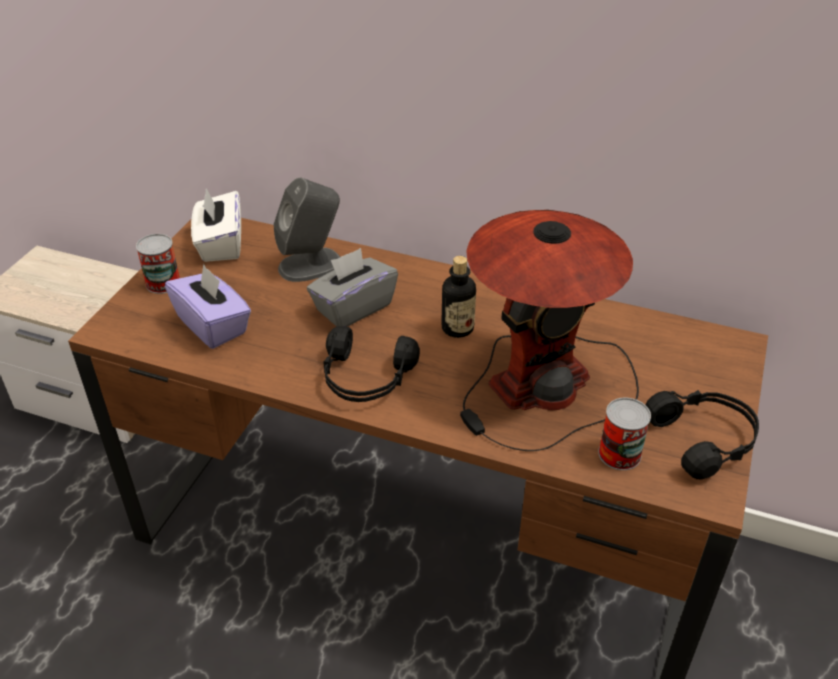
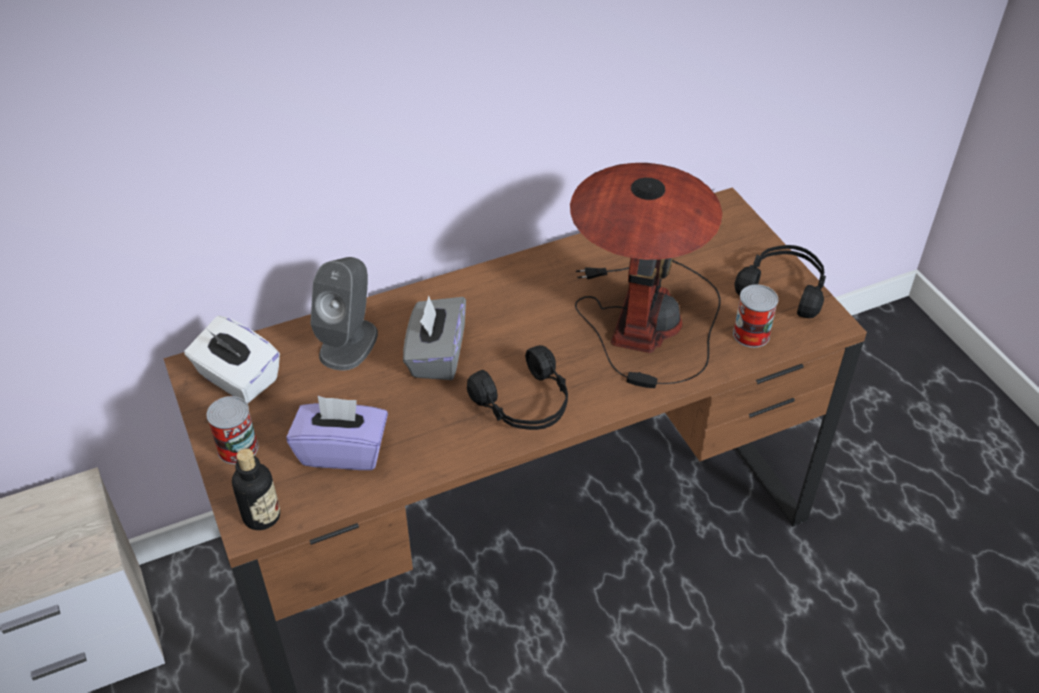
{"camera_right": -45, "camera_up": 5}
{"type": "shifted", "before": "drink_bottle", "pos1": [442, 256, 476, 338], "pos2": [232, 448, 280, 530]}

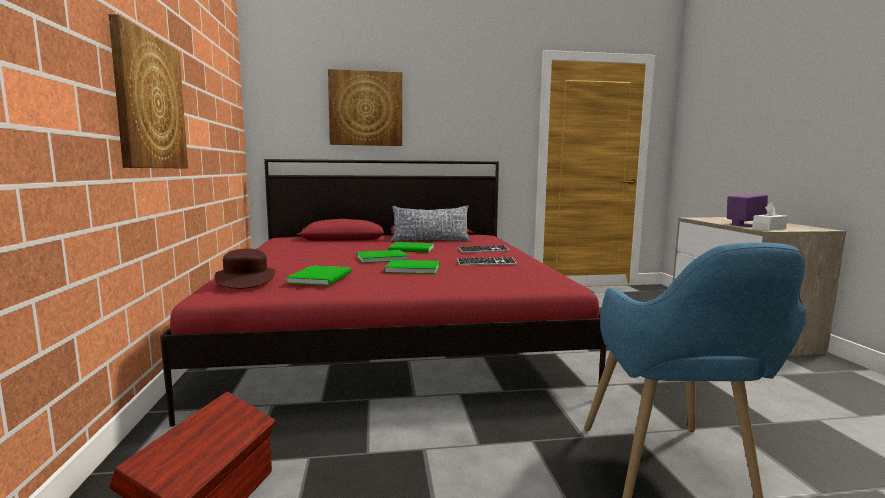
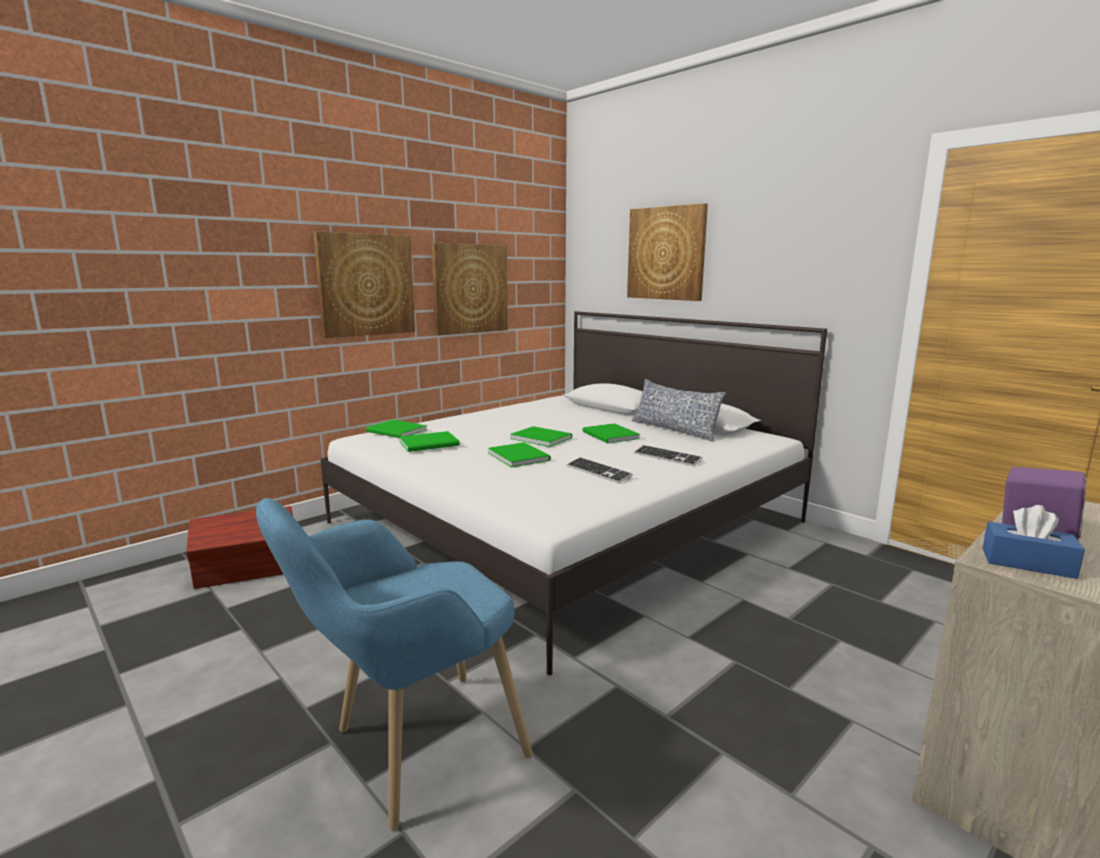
{"camera_right": 55, "camera_up": 5}
{"type": "repainted", "before": "red_sleeping_bed", "after": "whitish_sleeping_bed", "pos1": [160, 159, 606, 427], "pos2": [321, 311, 827, 675]}
{"type": "swapped", "before": "brown-coloured_hat", "after": "green_volume", "pos1": [215, 249, 275, 289], "pos2": [366, 420, 427, 438]}
{"type": "repainted", "before": "whitish_tissue_box", "after": "bluish_tissue_box", "pos1": [752, 203, 788, 231], "pos2": [983, 505, 1085, 579]}
{"type": "new", "after": "wall_art", "pos2": [431, 243, 508, 335]}

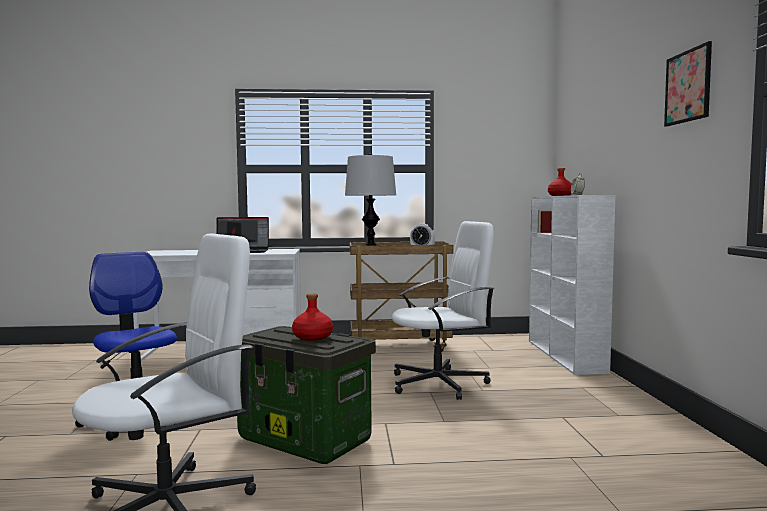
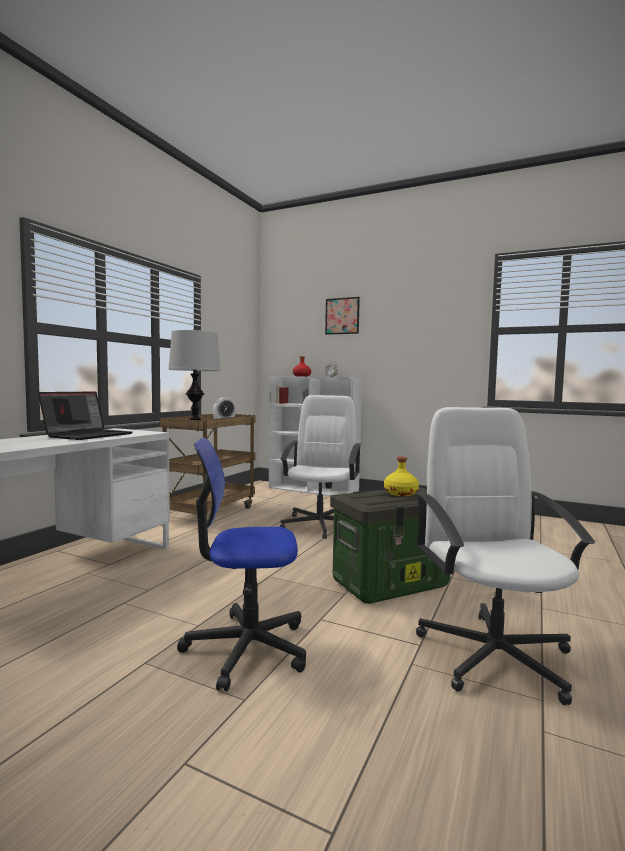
{"camera_right": -60, "camera_up": 0}
{"type": "repainted", "before": "red_drink_bottle", "after": "yellowish_drink_bottle", "pos1": [292, 293, 333, 341], "pos2": [384, 456, 419, 496]}
{"type": "shifted", "before": "wall_art", "pos1": [664, 41, 712, 126], "pos2": [325, 297, 360, 335]}

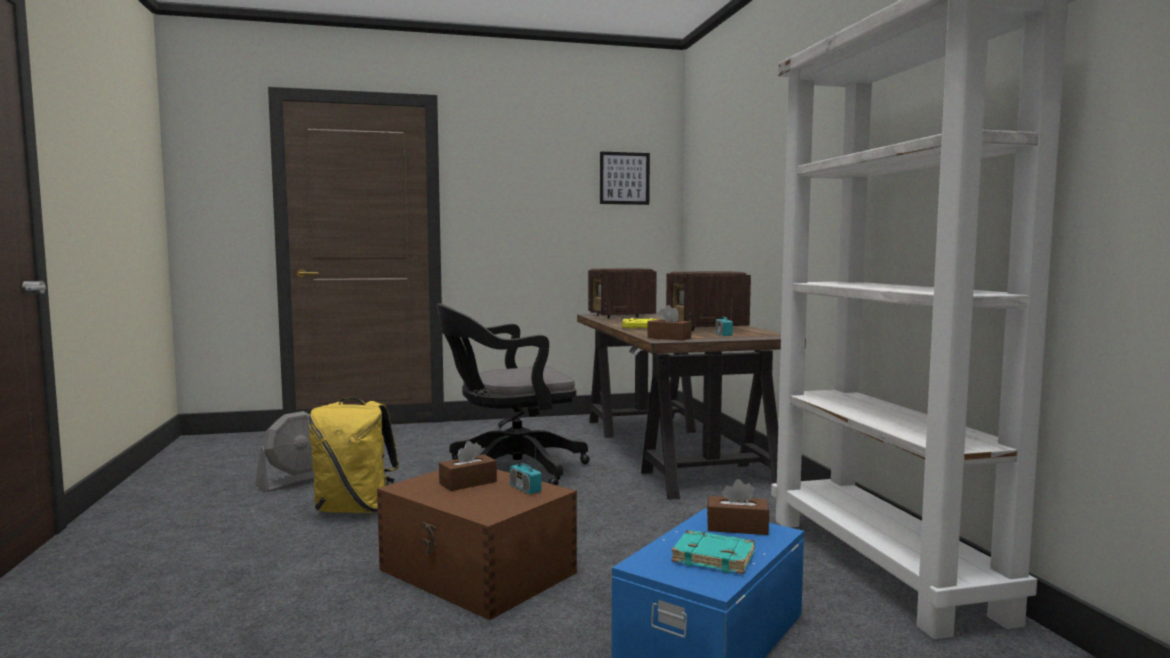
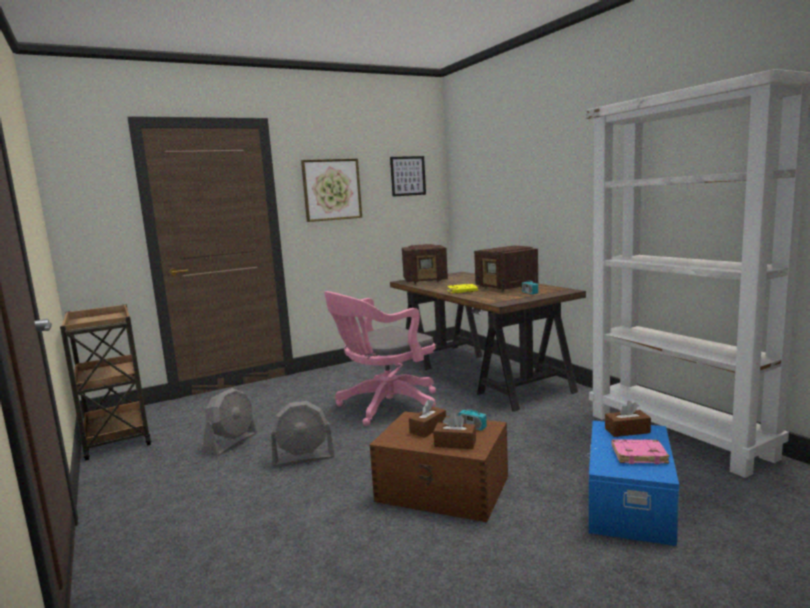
{"camera_right": -15, "camera_up": 5}
{"type": "swapped", "before": "yellowish_rucksack", "after": "gray_electric_fan", "pos1": [308, 398, 399, 513], "pos2": [271, 401, 335, 467]}
{"type": "repainted", "before": "black_desk_chair", "after": "pinkish_desk_chair", "pos1": [436, 303, 590, 486], "pos2": [324, 291, 436, 426]}
{"type": "rotated", "before": "radio", "pos1": [588, 268, 657, 318], "pos2": [402, 244, 448, 284], "turn": -60}
{"type": "shifted", "before": "brown-coloured_tissue_box", "pos1": [647, 305, 691, 341], "pos2": [433, 412, 476, 449]}
{"type": "repainted", "before": "turquoise_volume", "after": "pinkish_volume", "pos1": [671, 530, 755, 574], "pos2": [612, 439, 670, 464]}
{"type": "new", "after": "brown-coloured_cart", "pos2": [60, 304, 151, 461]}
{"type": "new", "after": "wall_art", "pos2": [301, 159, 362, 222]}

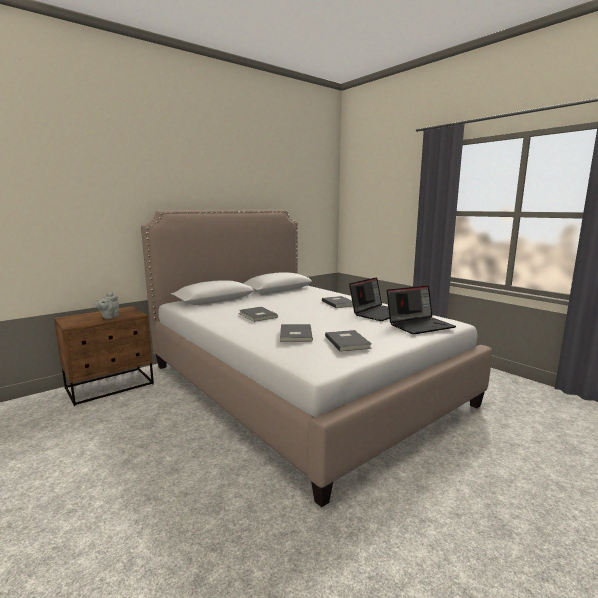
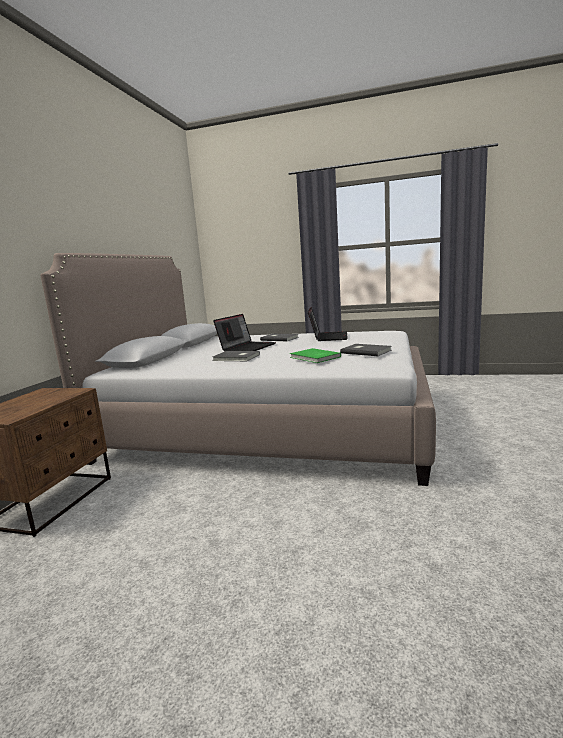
{"camera_right": -35, "camera_up": 0}
{"type": "gone", "before": "gray_tea_pot", "pos1": [95, 292, 119, 319]}
{"type": "repainted", "before": "gray_volume", "after": "green_volume", "pos1": [280, 324, 313, 342], "pos2": [290, 348, 341, 363]}
{"type": "shifted", "before": "laptop", "pos1": [387, 285, 456, 334], "pos2": [213, 314, 276, 352]}

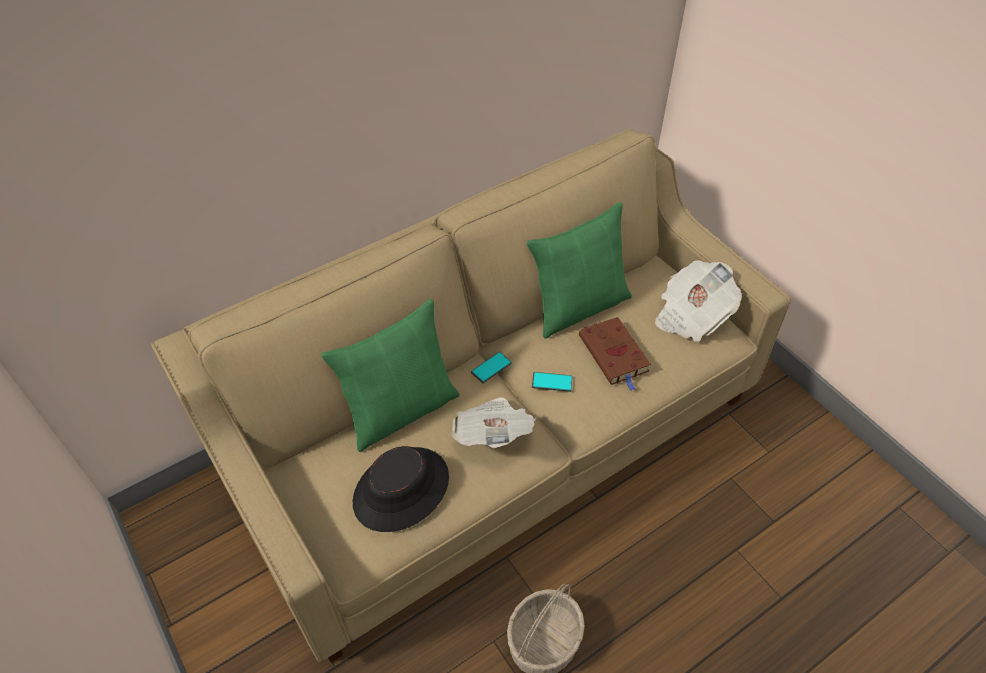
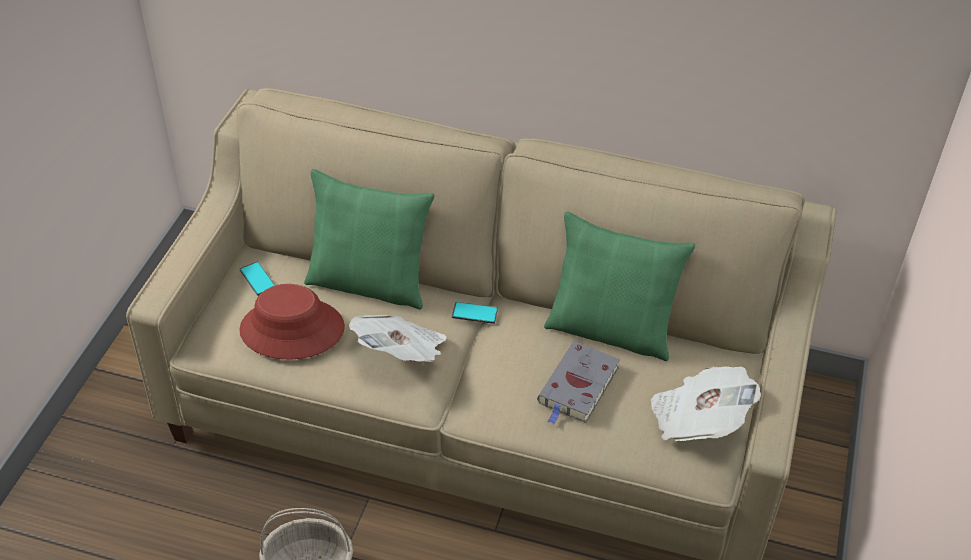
{"camera_right": 50, "camera_up": -5}
{"type": "repainted", "before": "black_hat", "after": "red_hat", "pos1": [353, 446, 449, 532], "pos2": [240, 284, 345, 360]}
{"type": "shifted", "before": "telephone", "pos1": [532, 372, 572, 392], "pos2": [240, 261, 275, 296]}
{"type": "repainted", "before": "brown-coloured_volume", "after": "gray_volume", "pos1": [579, 317, 651, 391], "pos2": [537, 341, 620, 425]}

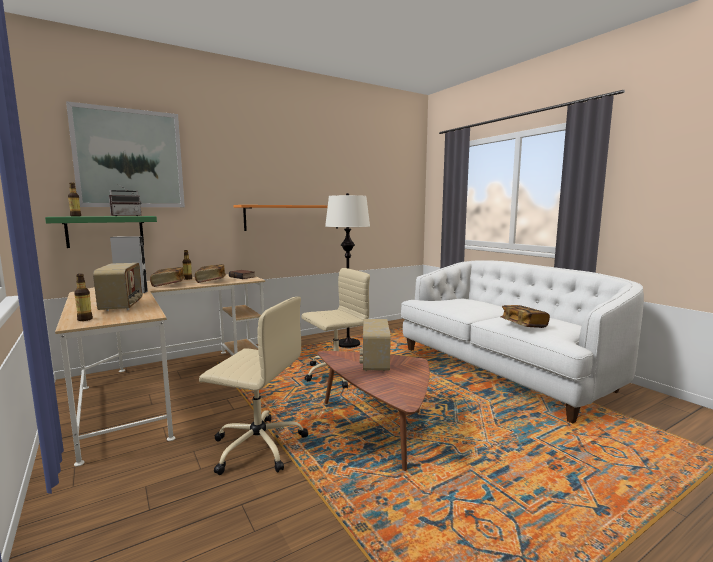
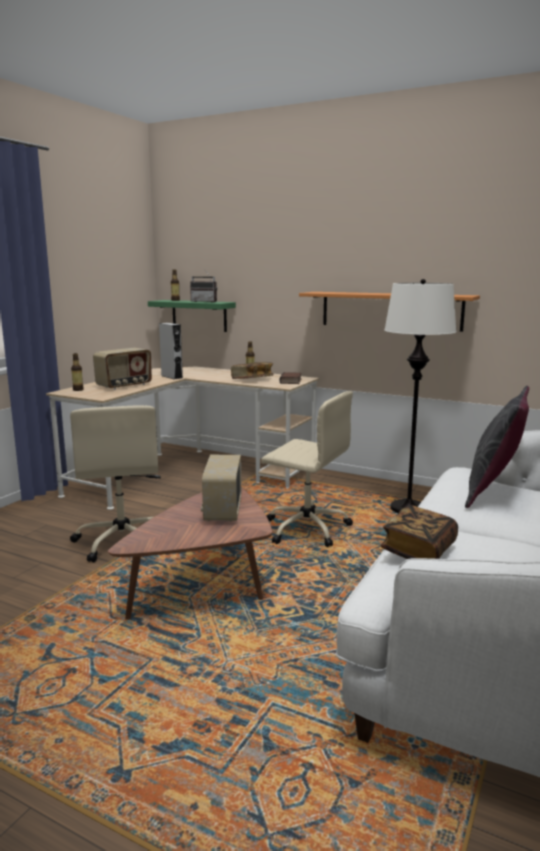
{"camera_right": 60, "camera_up": 5}
{"type": "gone", "before": "wall_art", "pos1": [66, 101, 185, 207]}
{"type": "gone", "before": "volume", "pos1": [150, 267, 185, 287]}
{"type": "rotated", "before": "radio", "pos1": [360, 319, 390, 371], "pos2": [201, 455, 241, 522], "turn": -60}
{"type": "new", "after": "gray_throw_pillow", "pos2": [465, 386, 529, 508]}

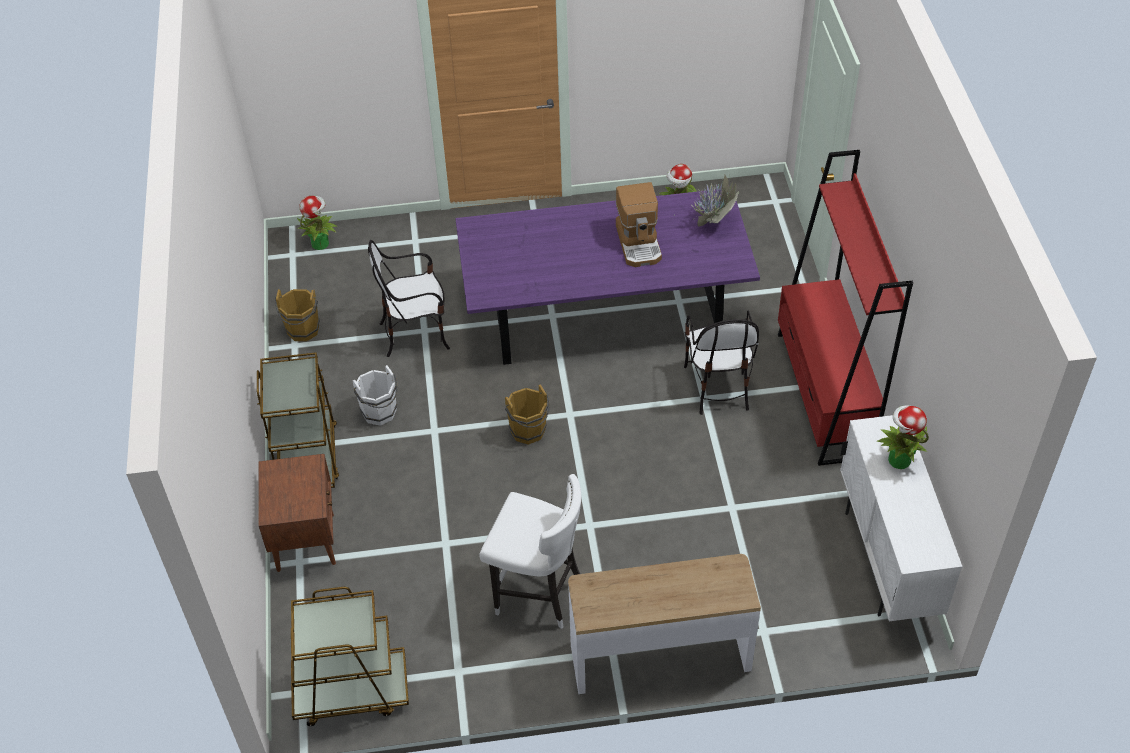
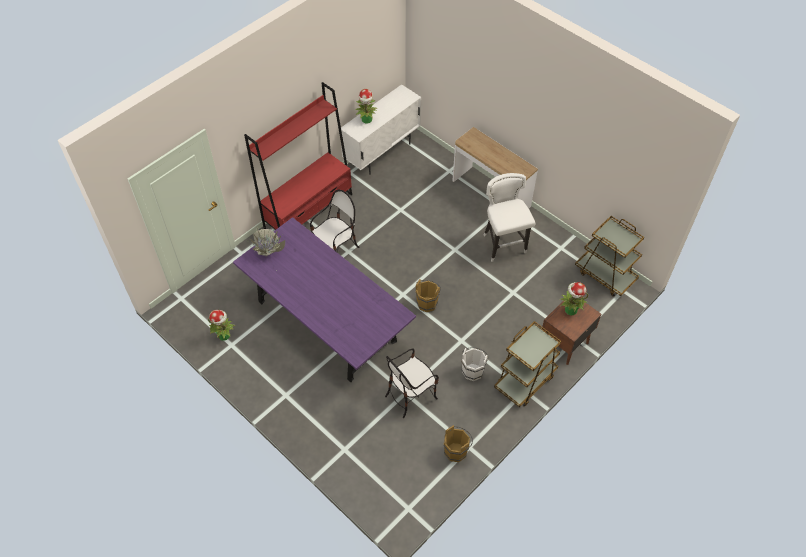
{"camera_right": -130, "camera_up": 5}
{"type": "shifted", "before": "houseplant", "pos1": [297, 196, 338, 250], "pos2": [560, 282, 588, 315]}
{"type": "rotated", "before": "upright_chair", "pos1": [368, 240, 450, 357], "pos2": [385, 348, 439, 418], "turn": 105}
{"type": "gone", "before": "coffee_maker", "pos1": [616, 182, 662, 267]}

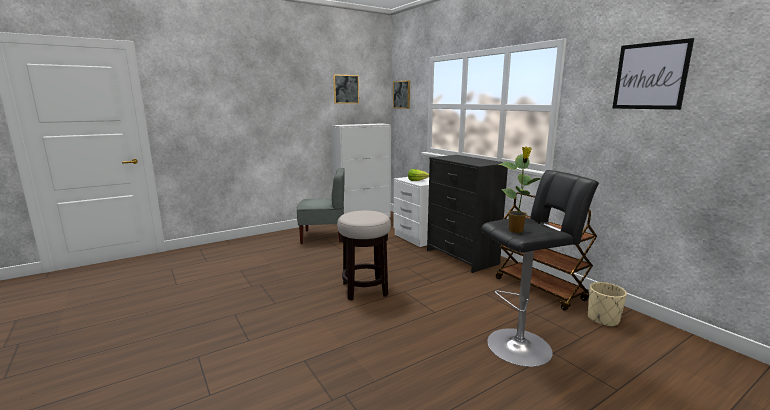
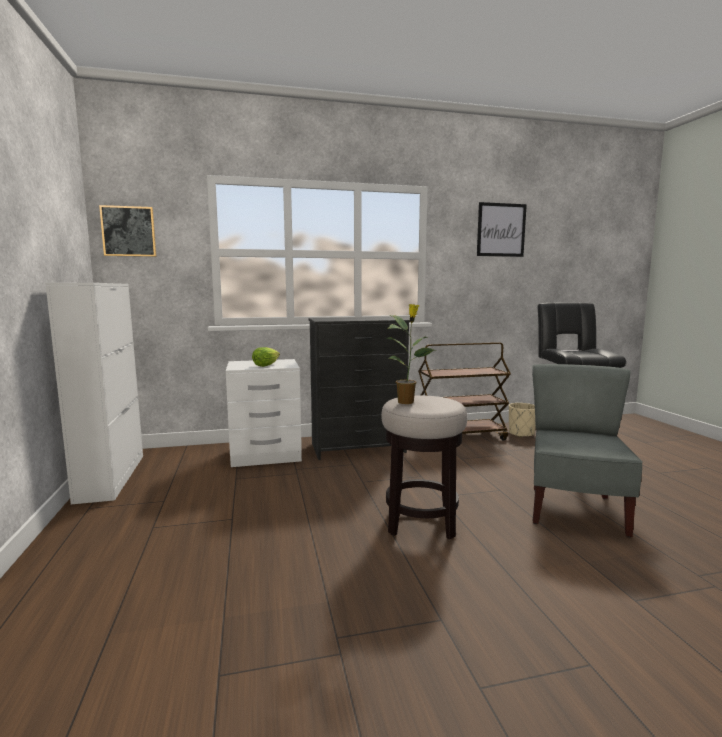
{"camera_right": -70, "camera_up": -5}
{"type": "shifted", "before": "gray_upright_chair", "pos1": [297, 168, 345, 244], "pos2": [532, 364, 643, 537]}
{"type": "gone", "before": "wall_art", "pos1": [333, 74, 359, 104]}
{"type": "shifted", "before": "houseplant", "pos1": [498, 147, 545, 233], "pos2": [386, 304, 437, 404]}

